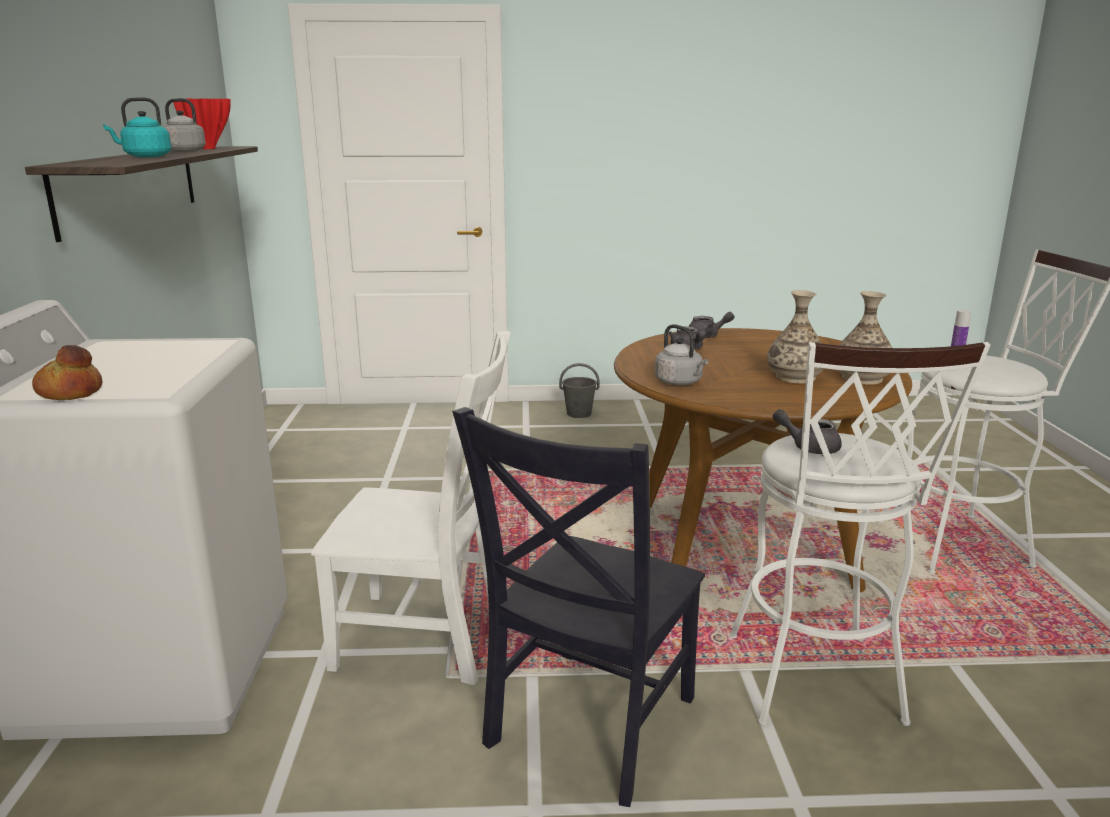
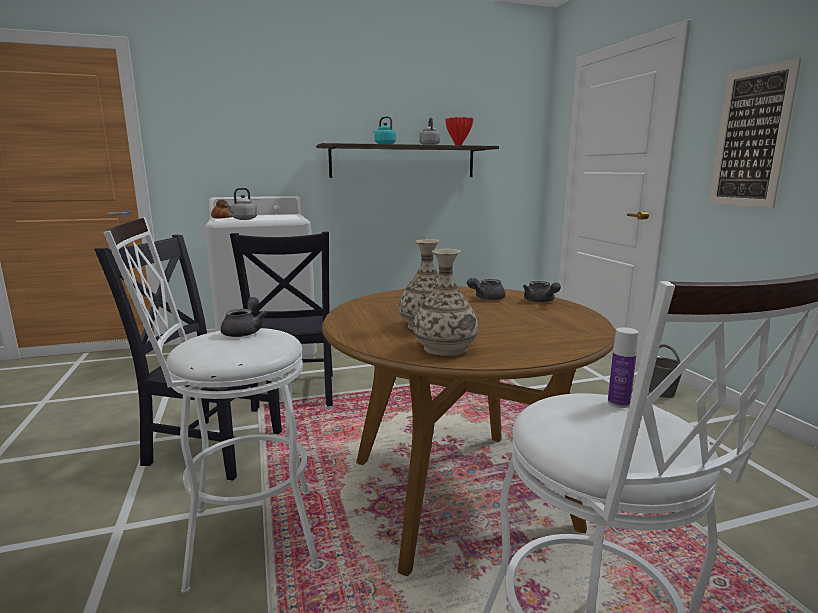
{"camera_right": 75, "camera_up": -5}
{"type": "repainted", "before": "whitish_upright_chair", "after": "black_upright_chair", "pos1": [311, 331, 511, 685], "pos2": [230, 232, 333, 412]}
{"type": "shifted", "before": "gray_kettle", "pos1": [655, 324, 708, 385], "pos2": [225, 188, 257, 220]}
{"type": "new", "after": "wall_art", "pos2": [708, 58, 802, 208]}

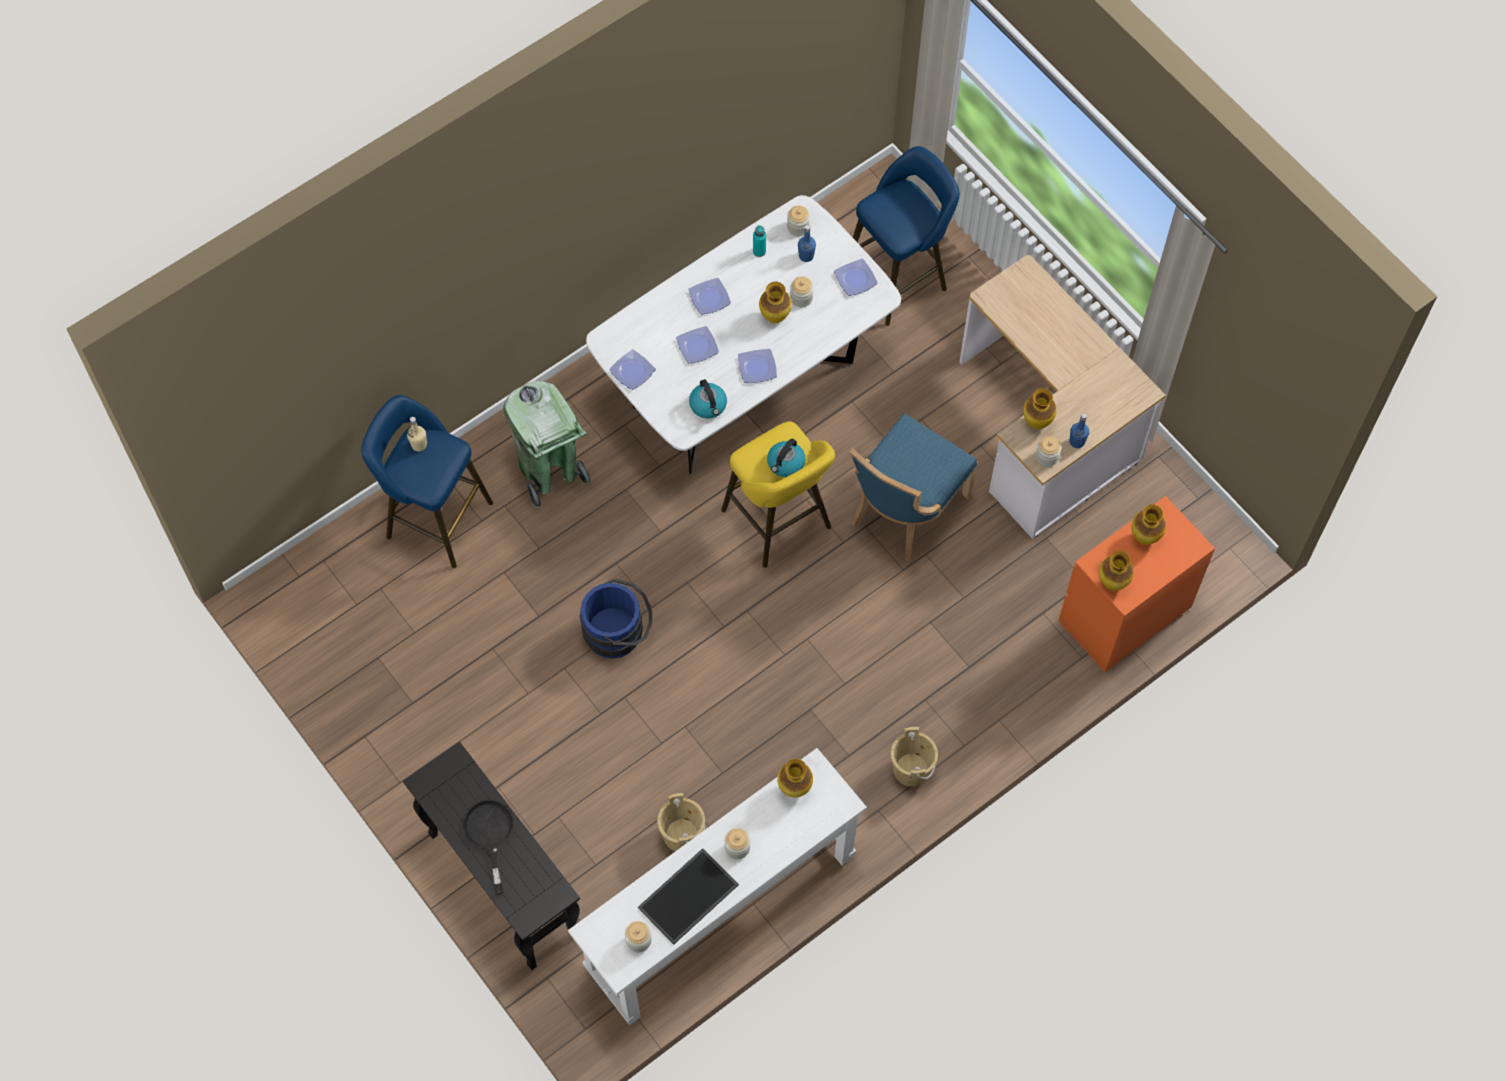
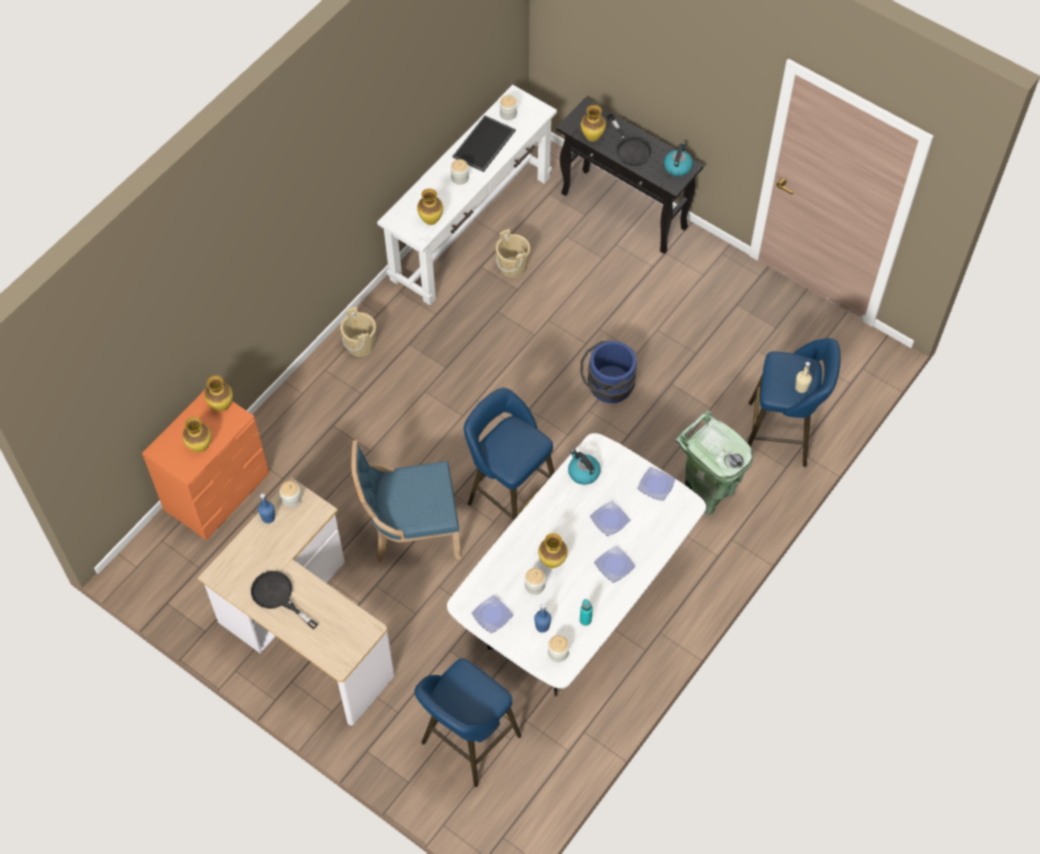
{"camera_right": 165, "camera_up": -5}
{"type": "repainted", "before": "yellowish_stool", "after": "bluish_stool", "pos1": [721, 421, 835, 568], "pos2": [464, 388, 555, 521]}
{"type": "gone", "before": "plate", "pos1": [738, 349, 777, 383]}
{"type": "shifted", "before": "kettle", "pos1": [767, 439, 805, 477], "pos2": [664, 143, 693, 176]}
{"type": "rotated", "before": "bluish_upright_chair", "pos1": [850, 414, 977, 561], "pos2": [351, 440, 462, 563], "turn": -120}
{"type": "shifted", "before": "flower_vase", "pos1": [1023, 388, 1057, 429], "pos2": [581, 105, 606, 142]}
{"type": "new", "after": "black_pan", "pos2": [251, 571, 318, 629]}

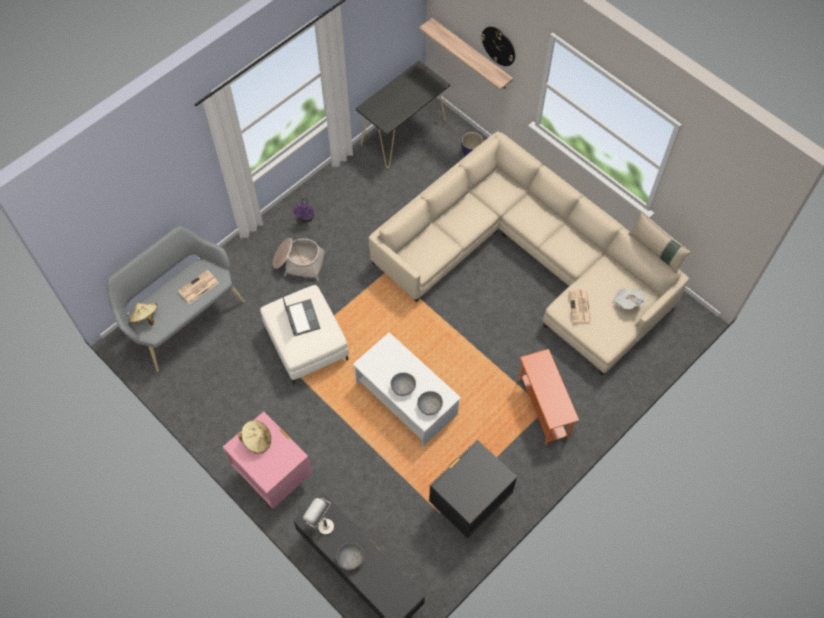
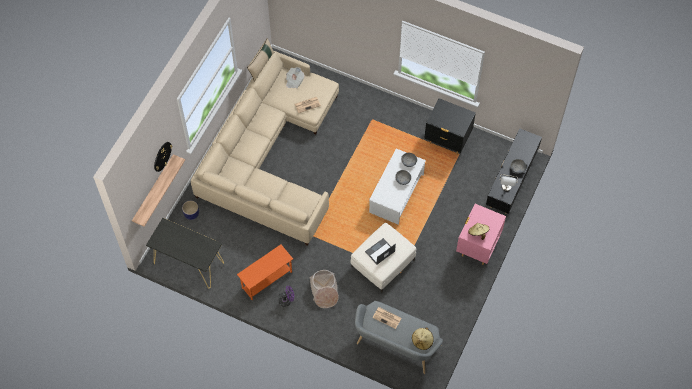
{"camera_right": -110, "camera_up": 0}
{"type": "shifted", "before": "orange_accent_table", "pos1": [519, 349, 579, 444], "pos2": [237, 245, 293, 300]}

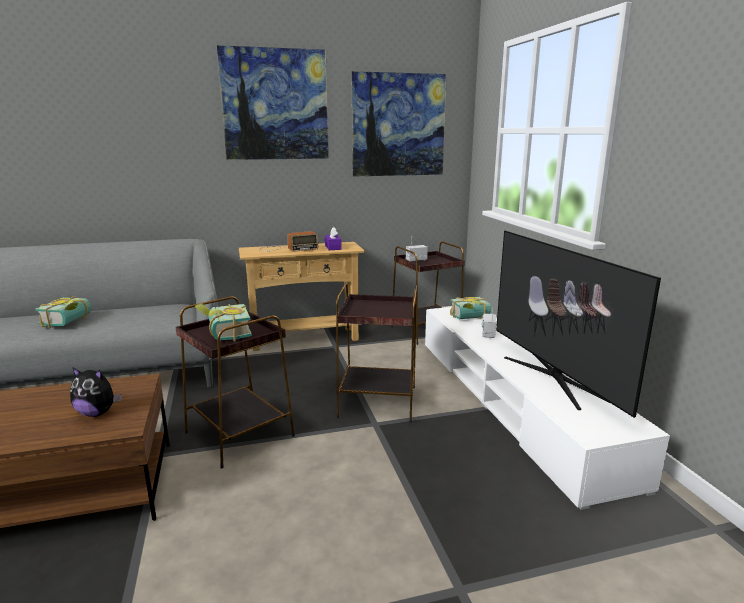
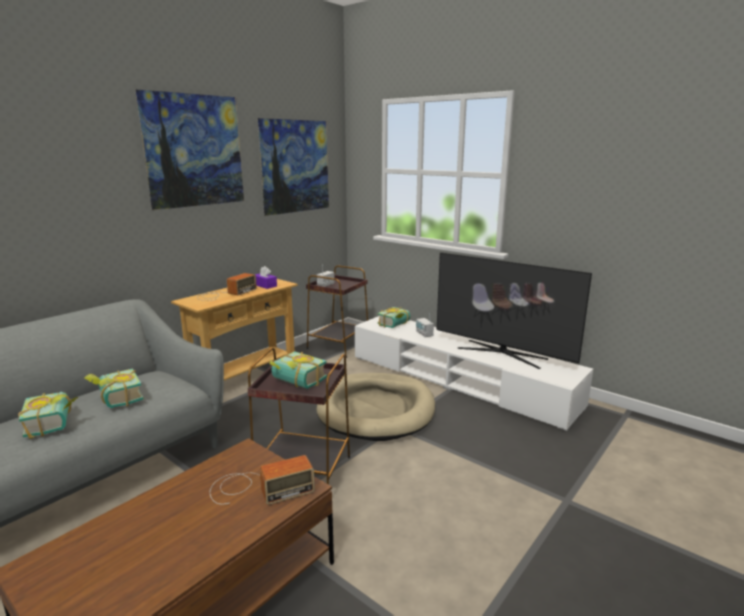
{"camera_right": -35, "camera_up": 0}
{"type": "swapped", "before": "plush_toy", "after": "radio", "pos1": [70, 367, 122, 417], "pos2": [210, 455, 315, 505]}
{"type": "swapped", "before": "brown-coloured_accent_table", "after": "beige-coloured_pet_bed", "pos1": [336, 283, 417, 423], "pos2": [316, 373, 435, 441]}
{"type": "new", "after": "volume", "pos2": [84, 369, 144, 408]}

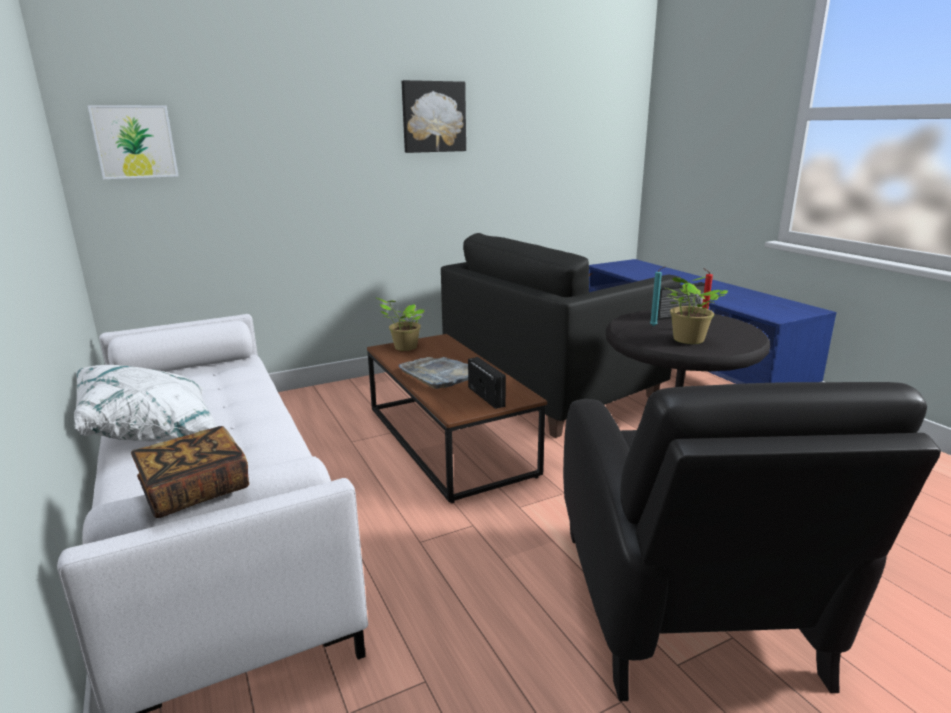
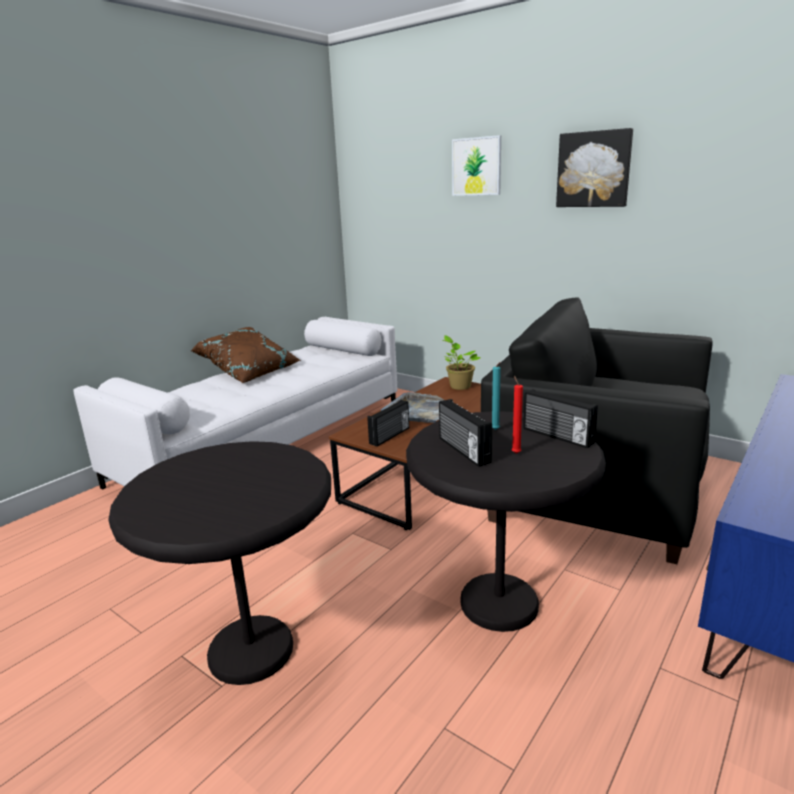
{"camera_right": 65, "camera_up": 0}
{"type": "repainted", "before": "whitish_throw_pillow", "after": "brown-coloured_throw_pillow", "pos1": [74, 365, 217, 442], "pos2": [191, 327, 301, 383]}
{"type": "shifted", "before": "wall_art", "pos1": [87, 105, 178, 179], "pos2": [452, 135, 501, 196]}
{"type": "gone", "before": "volume", "pos1": [131, 426, 249, 518]}
{"type": "swapped", "before": "black_armchair", "after": "black_accent_table", "pos1": [563, 382, 941, 701], "pos2": [108, 441, 331, 685]}
{"type": "swapped", "before": "houseplant", "after": "radio", "pos1": [666, 277, 728, 344], "pos2": [439, 399, 492, 467]}

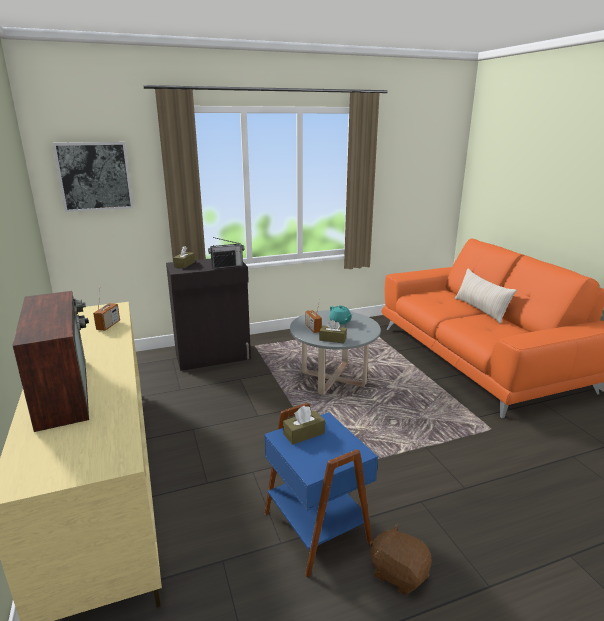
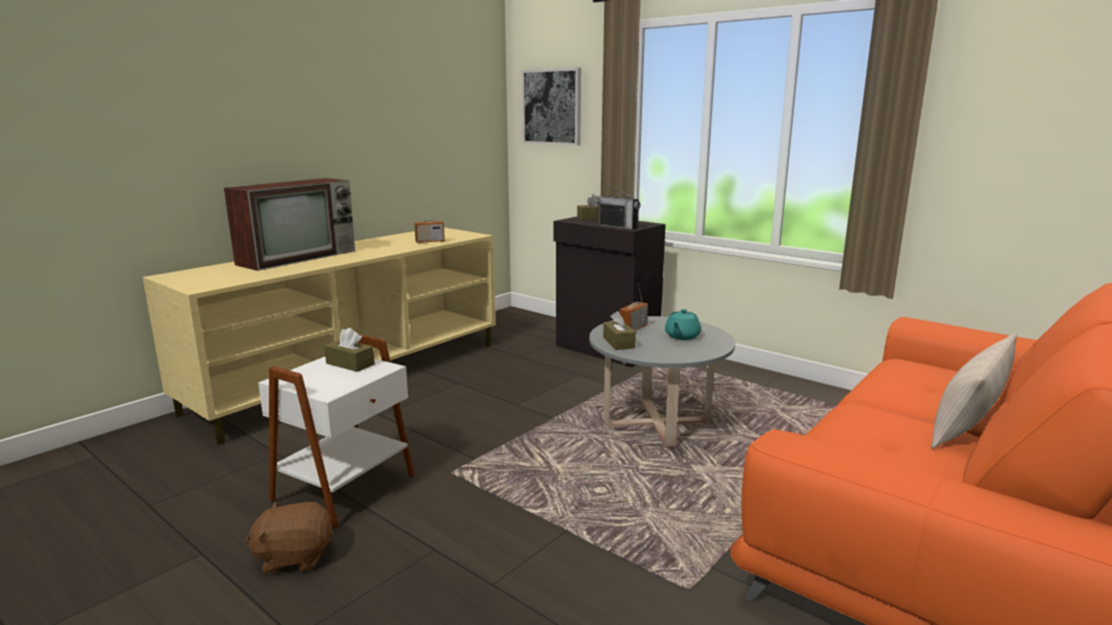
{"camera_right": 60, "camera_up": -5}
{"type": "repainted", "before": "bluish_accent_table", "after": "whitish_accent_table", "pos1": [264, 403, 378, 578], "pos2": [258, 334, 415, 529]}
{"type": "rotated", "before": "brown-coloured_plush_toy", "pos1": [370, 524, 432, 594], "pos2": [245, 502, 333, 574], "turn": -105}

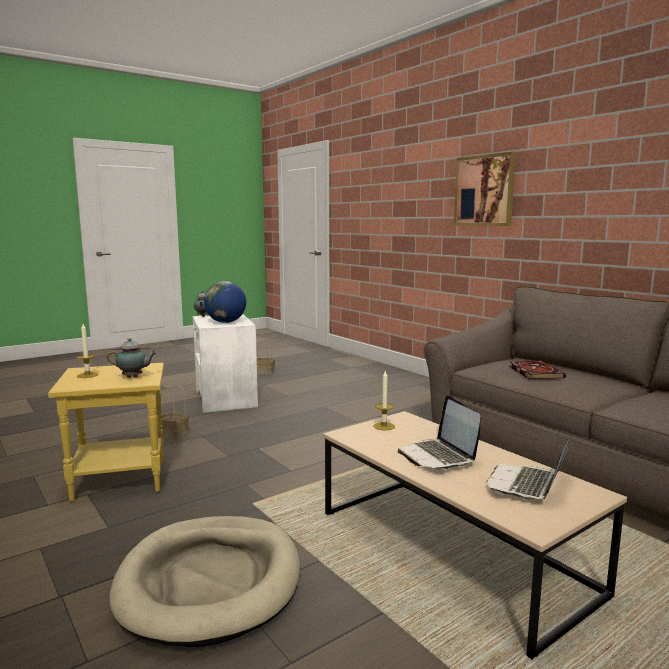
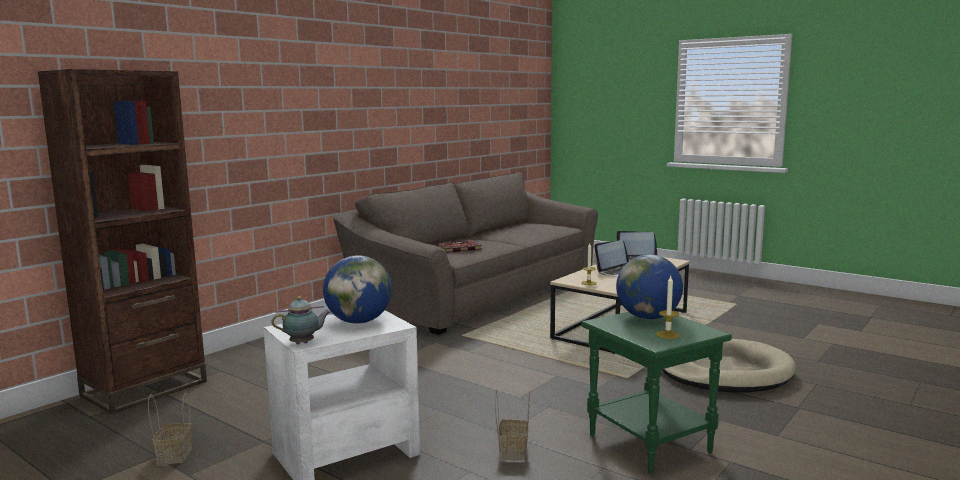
{"camera_right": -105, "camera_up": 0}
{"type": "repainted", "before": "yellowish_accent_table", "after": "green_accent_table", "pos1": [48, 363, 164, 502], "pos2": [582, 312, 732, 474]}
{"type": "swapped", "before": "tea_pot", "after": "world_globe", "pos1": [107, 338, 156, 378], "pos2": [616, 254, 683, 319]}
{"type": "gone", "before": "wall_art", "pos1": [454, 152, 516, 226]}
{"type": "new", "after": "brown-coloured_bookcase", "pos2": [38, 69, 207, 414]}

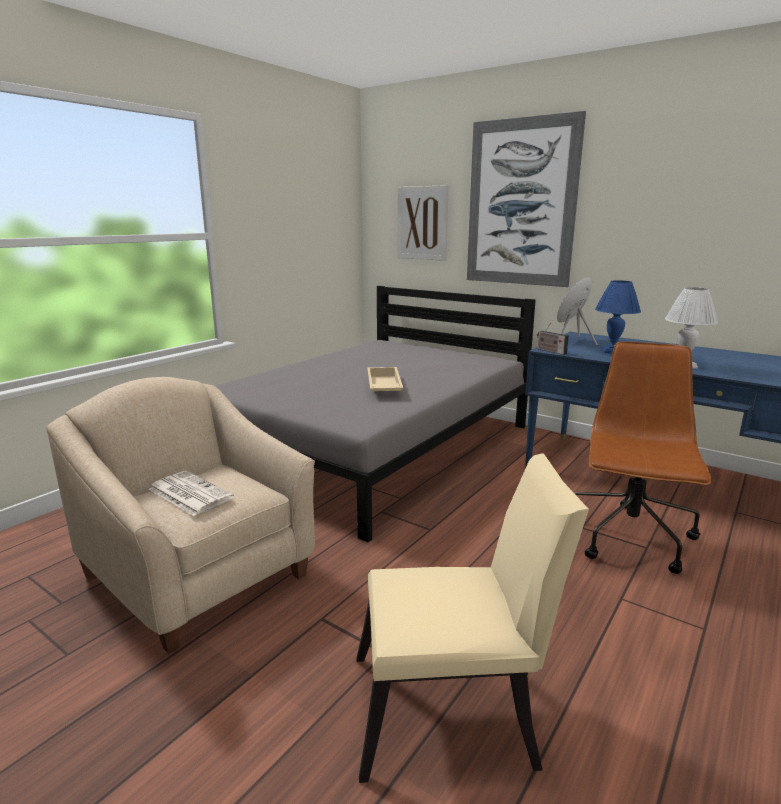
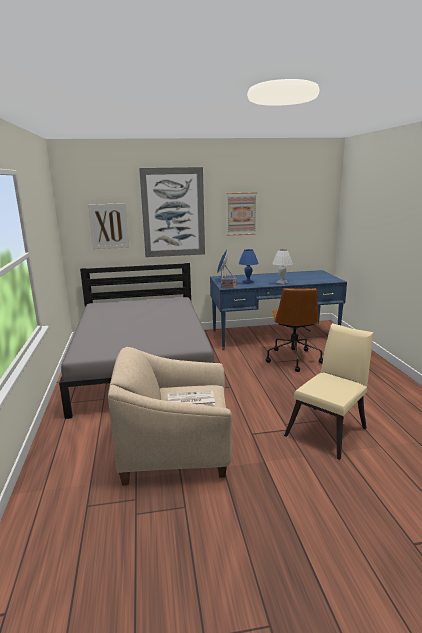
{"camera_right": -45, "camera_up": 0}
{"type": "gone", "before": "beige-coloured_carrying_tray", "pos1": [367, 367, 403, 391]}
{"type": "rotated", "before": "brown-coloured_desk_chair", "pos1": [573, 341, 711, 574], "pos2": [266, 288, 323, 372], "turn": -150}
{"type": "new", "after": "wall_art", "pos2": [226, 192, 257, 236]}

